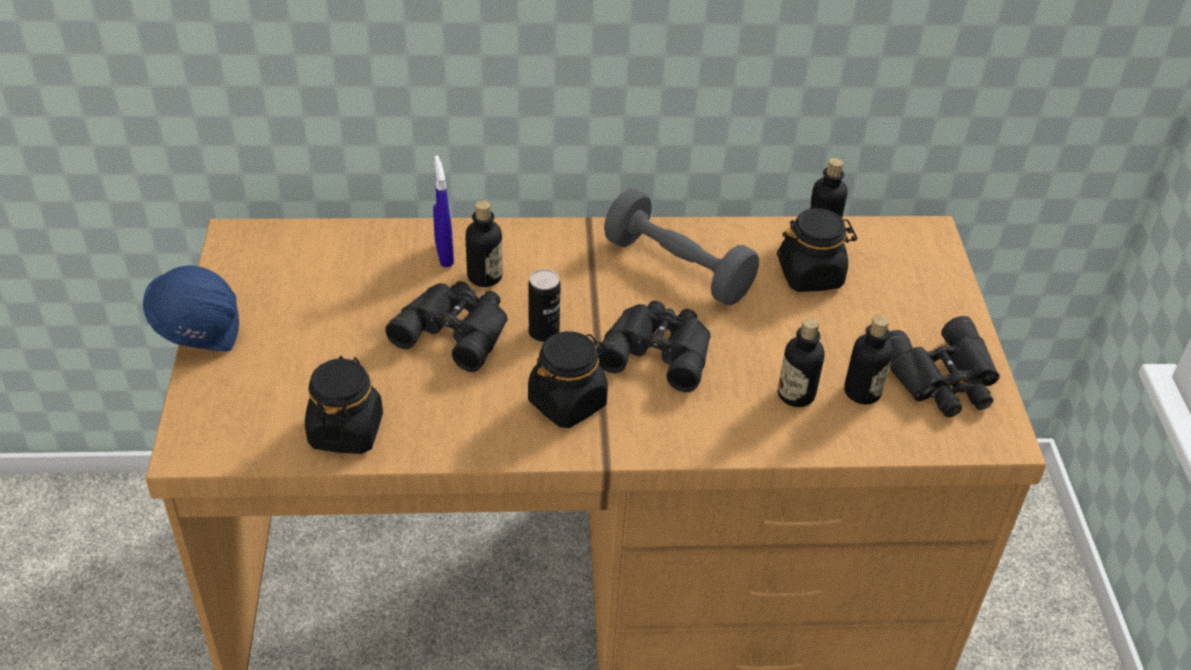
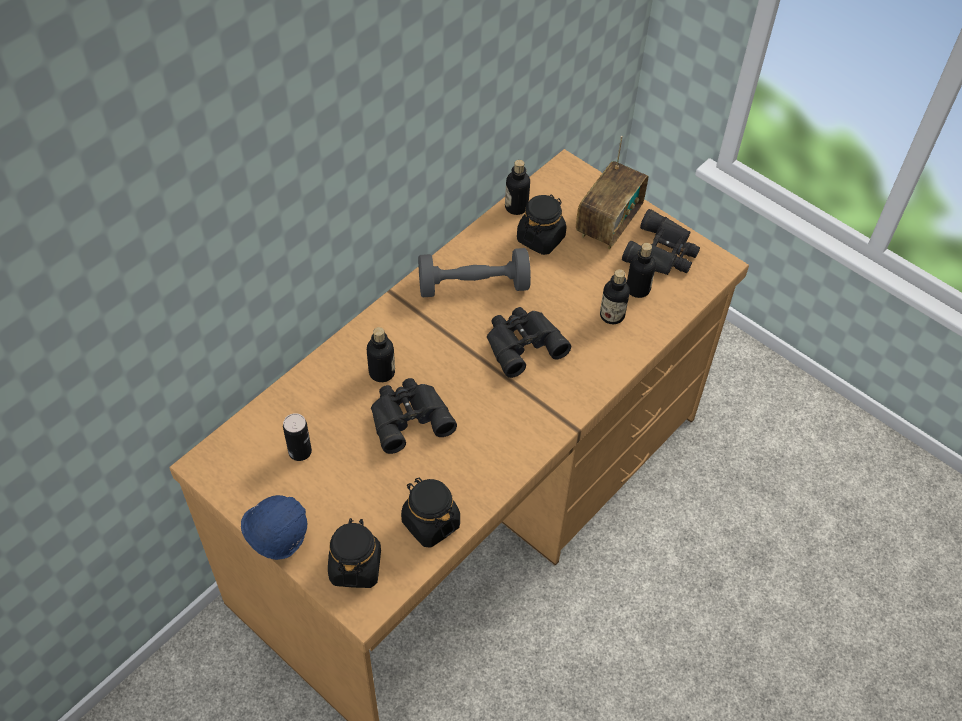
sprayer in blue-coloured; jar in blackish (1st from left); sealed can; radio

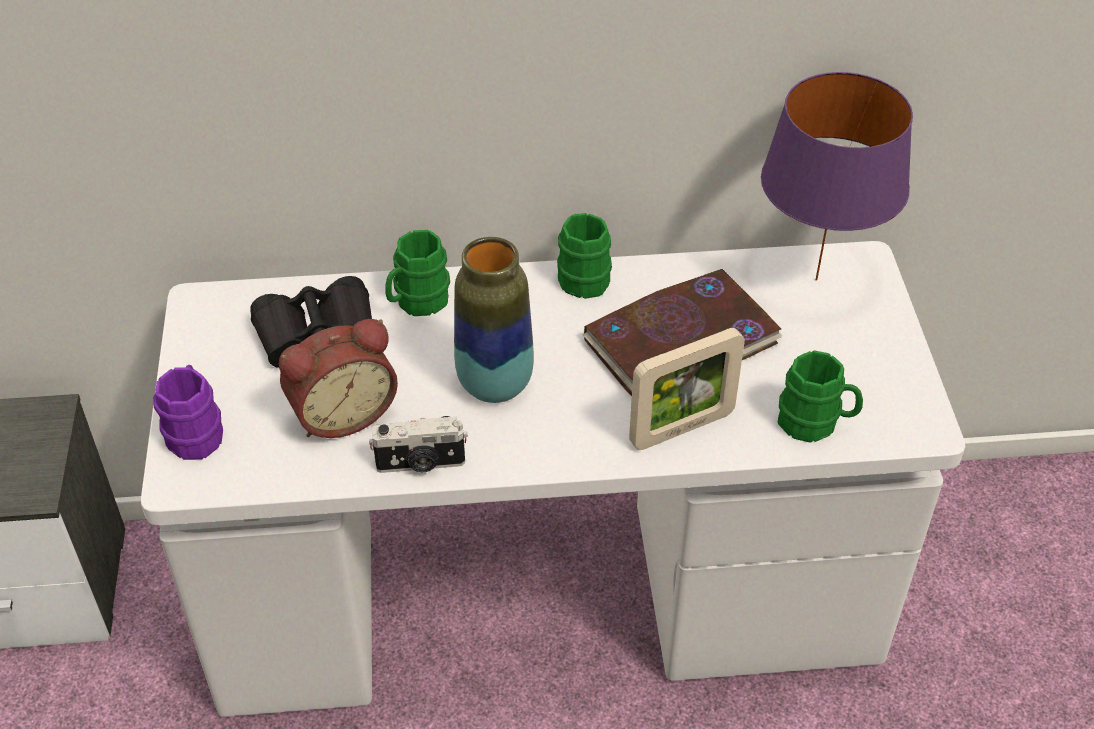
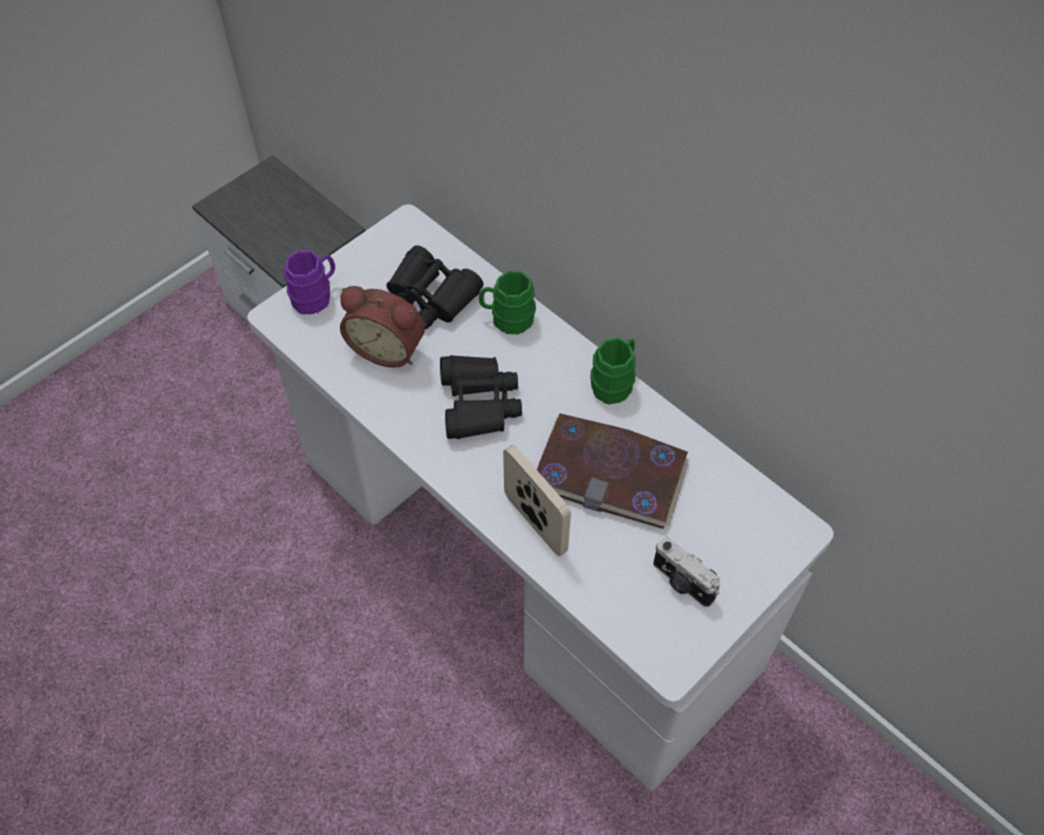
still camera; field glasses in blackish (2nd from left); photo frame; lamp for a table in purple; mug in green (3rd from left in the first image)

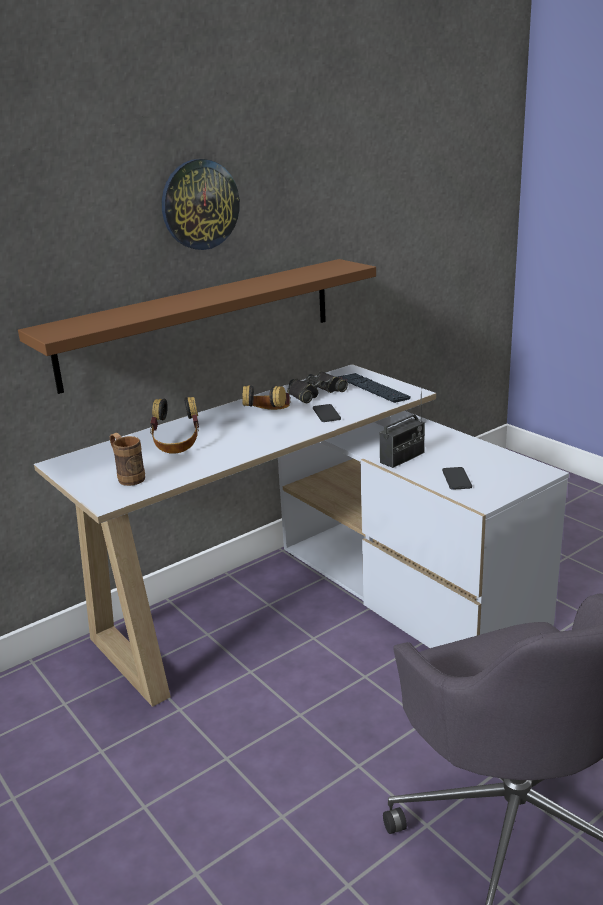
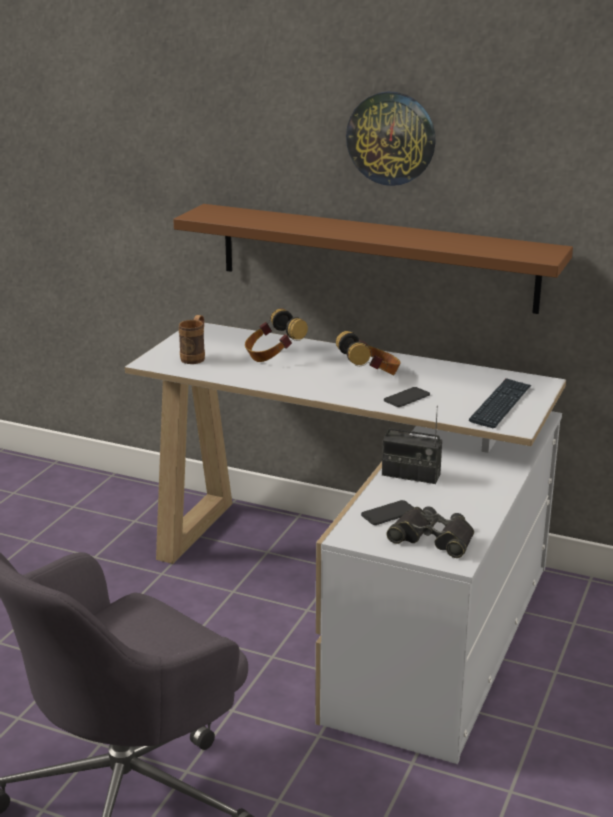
field glasses in blackish

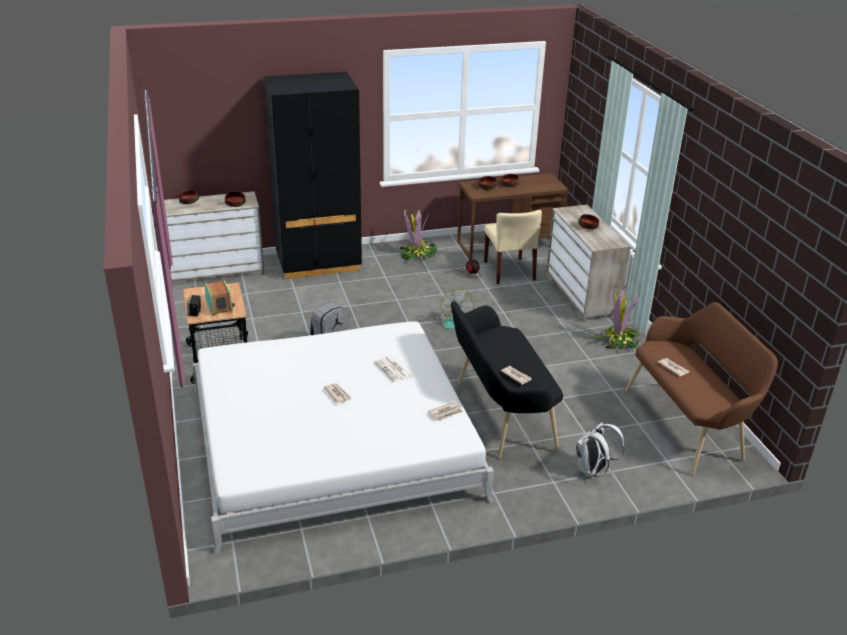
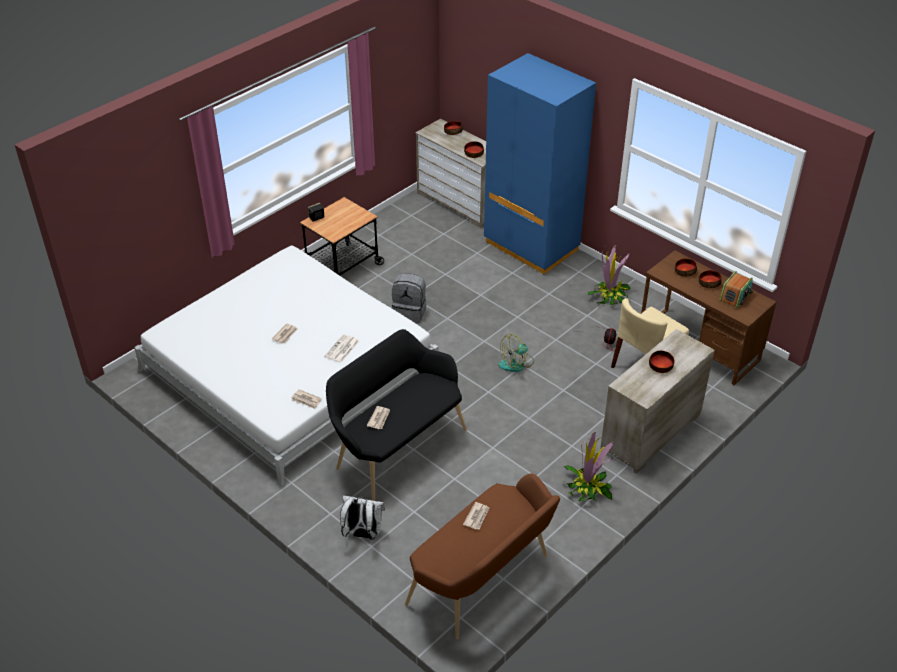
radio; clothes cupboard in blue-coloured

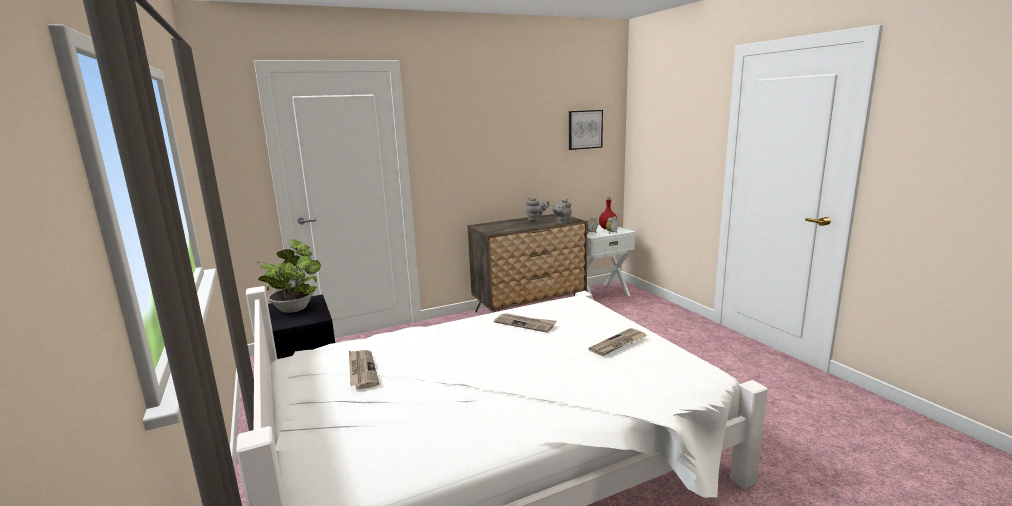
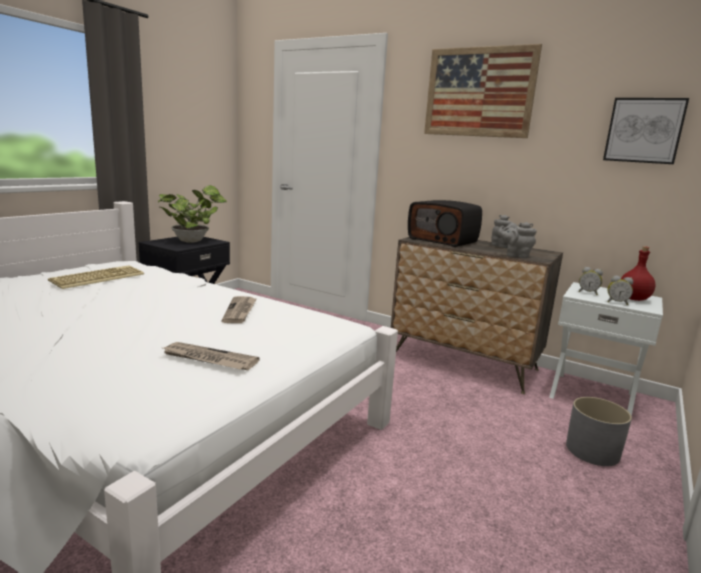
computer keyboard; radio; wall picture (1st from left); plant pot in grey

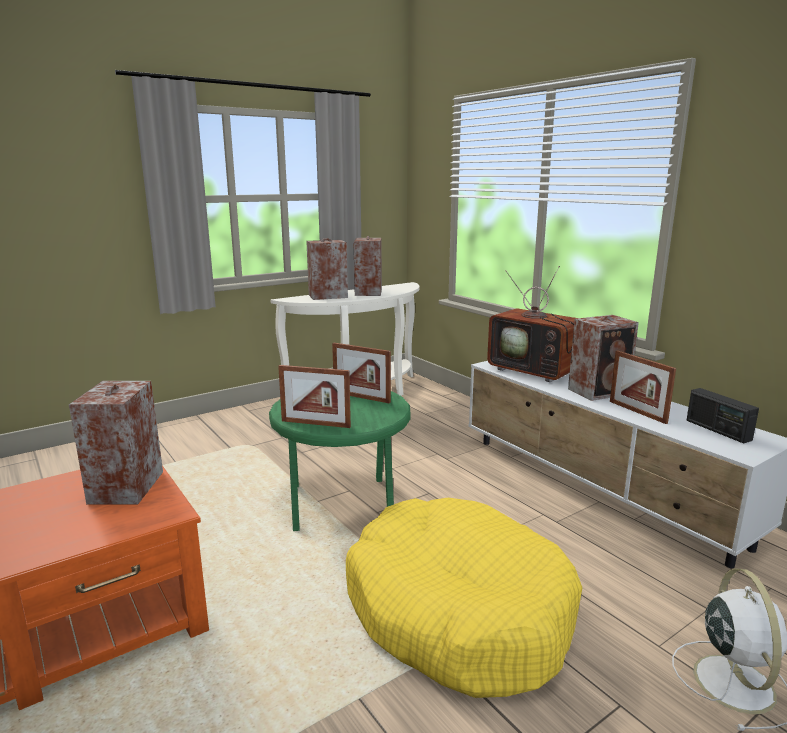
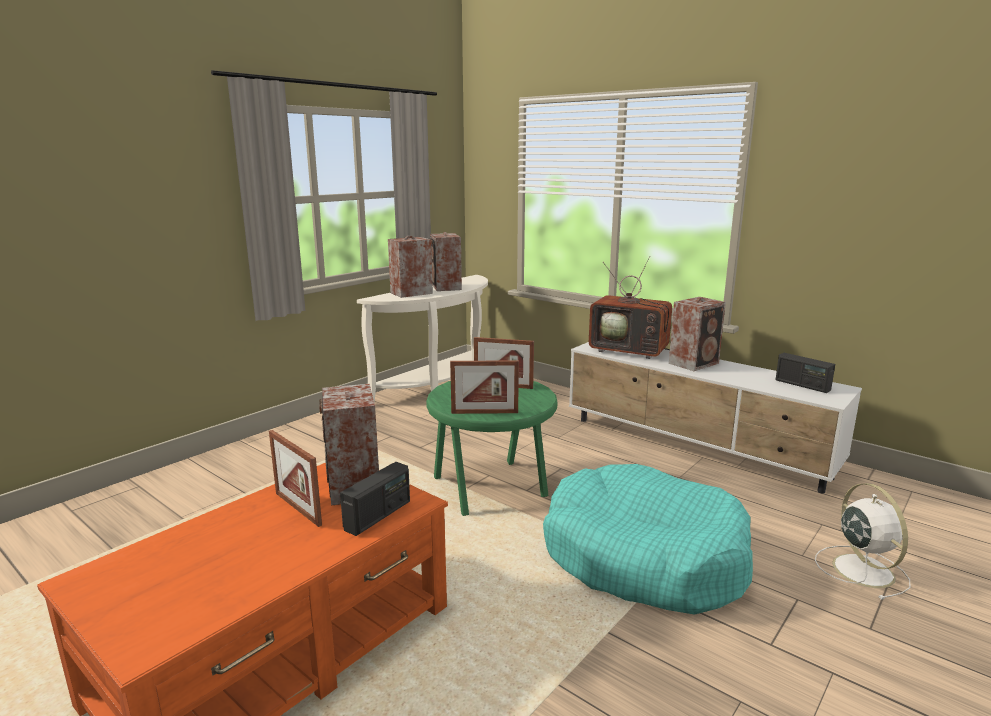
dog cushion in turquoise; photo frame (1st from left); radio (1st from left)

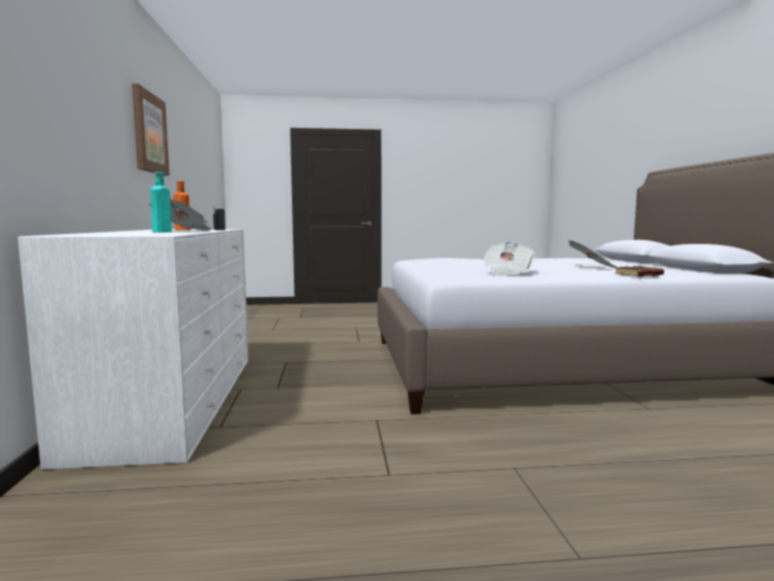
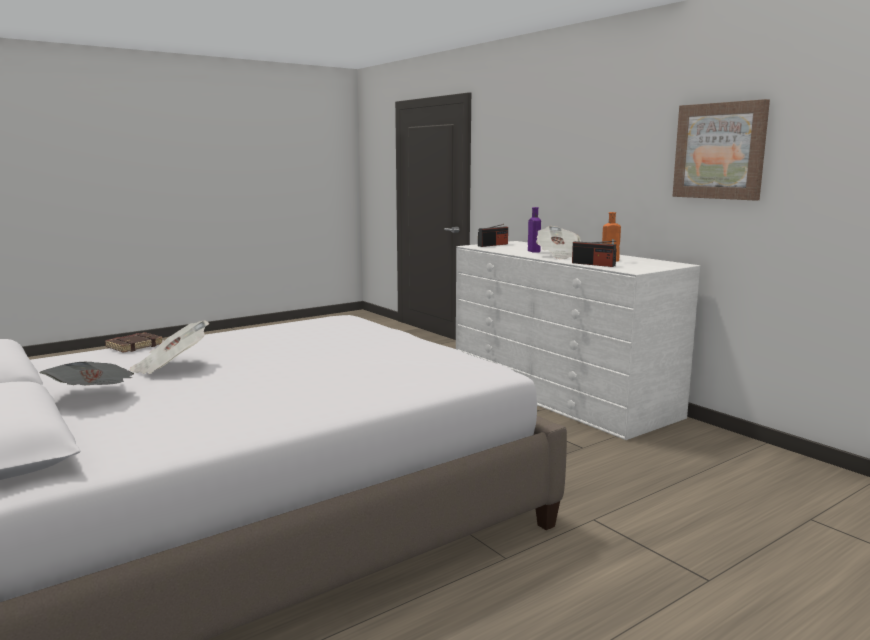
bottle in purple; newspaper (1st from left); radio (1st from left)

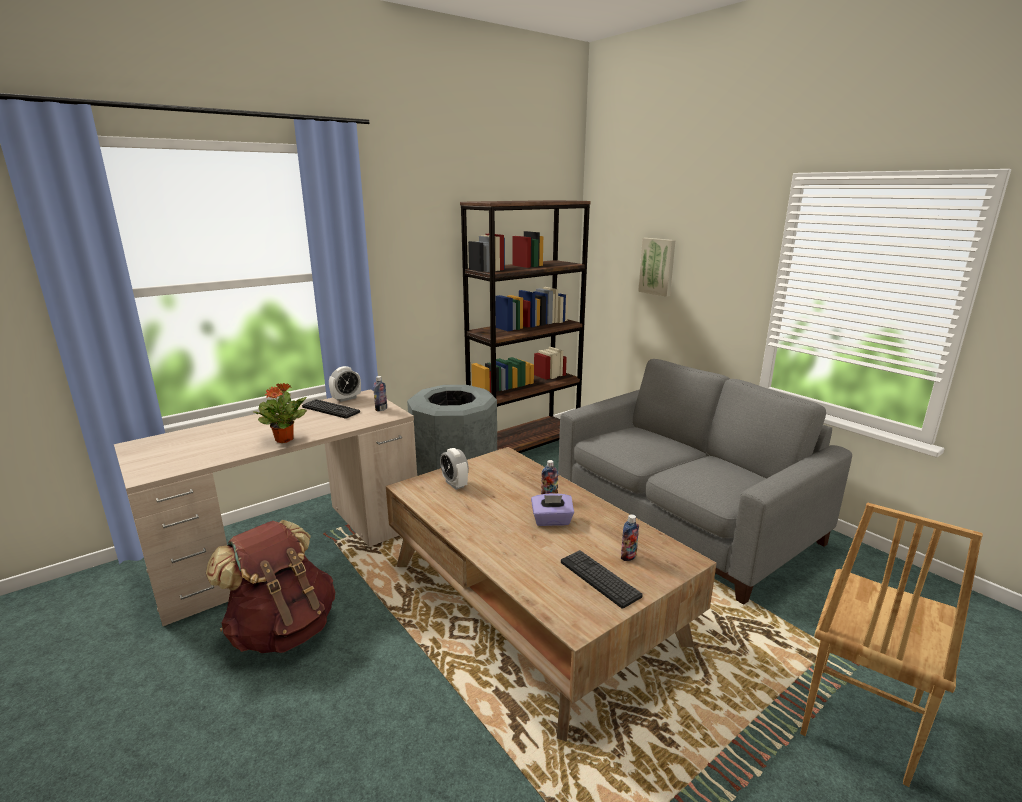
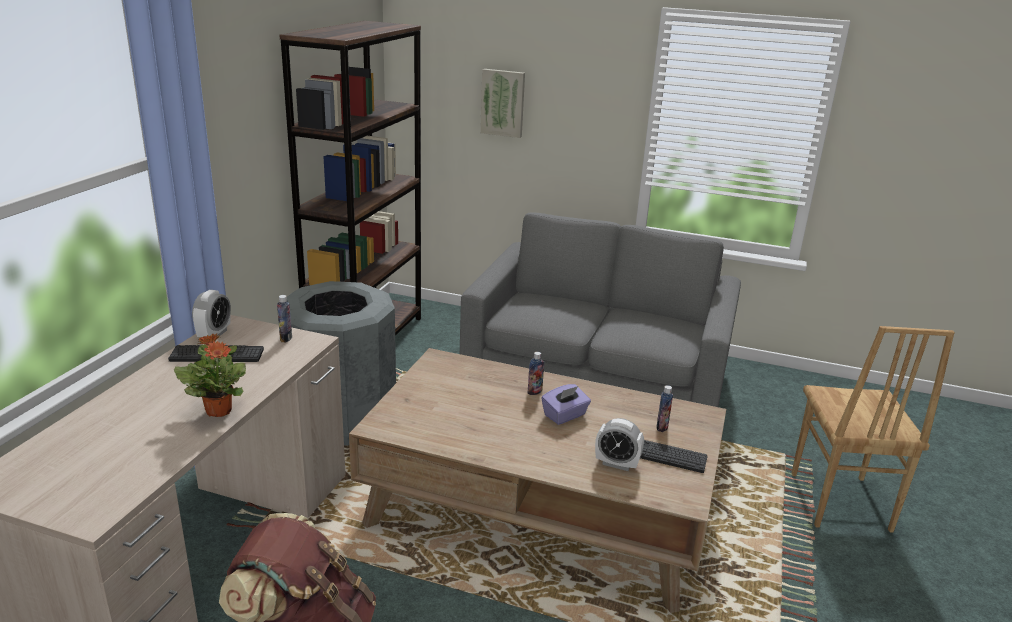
table clock (2nd from left)

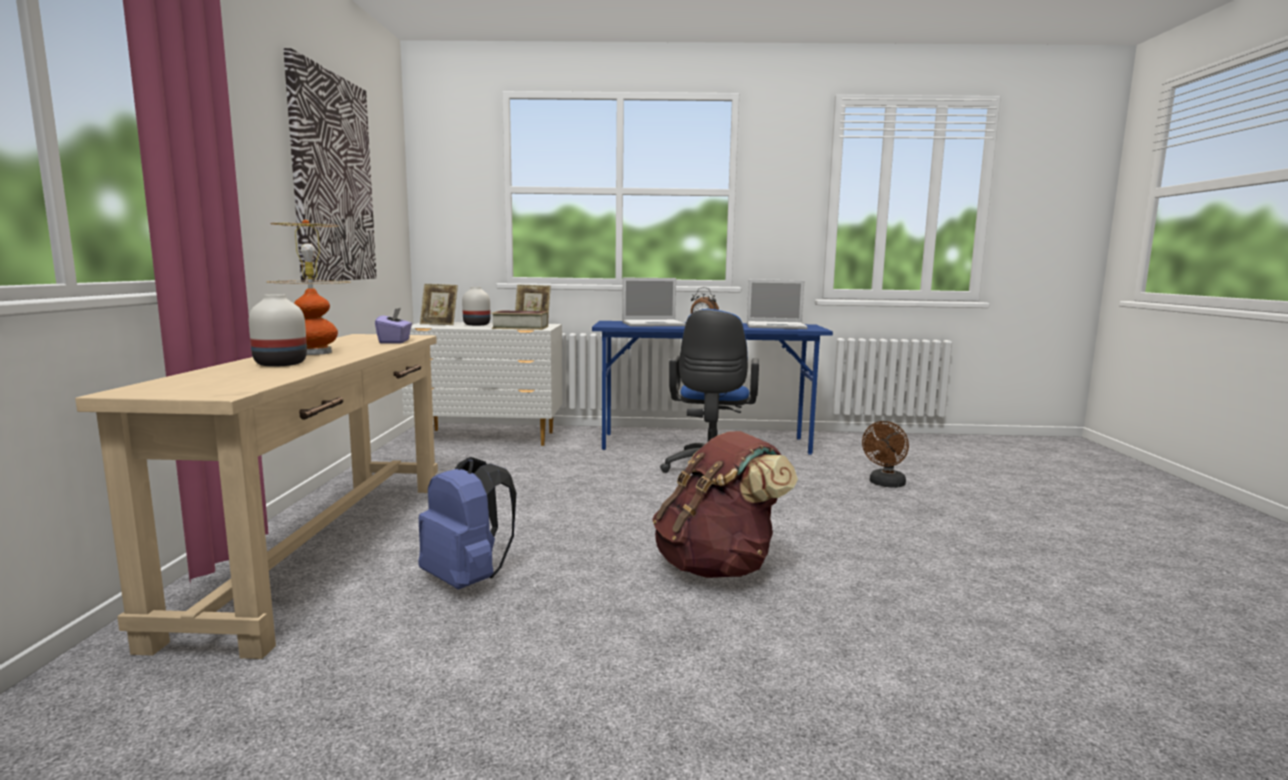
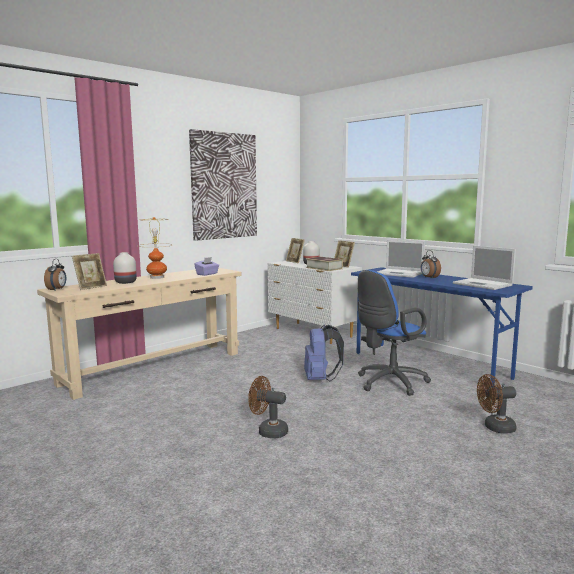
knapsack in blue-coloured; fan in brown (1st from left); table clock (1st from left); photo frame (1st from left)

